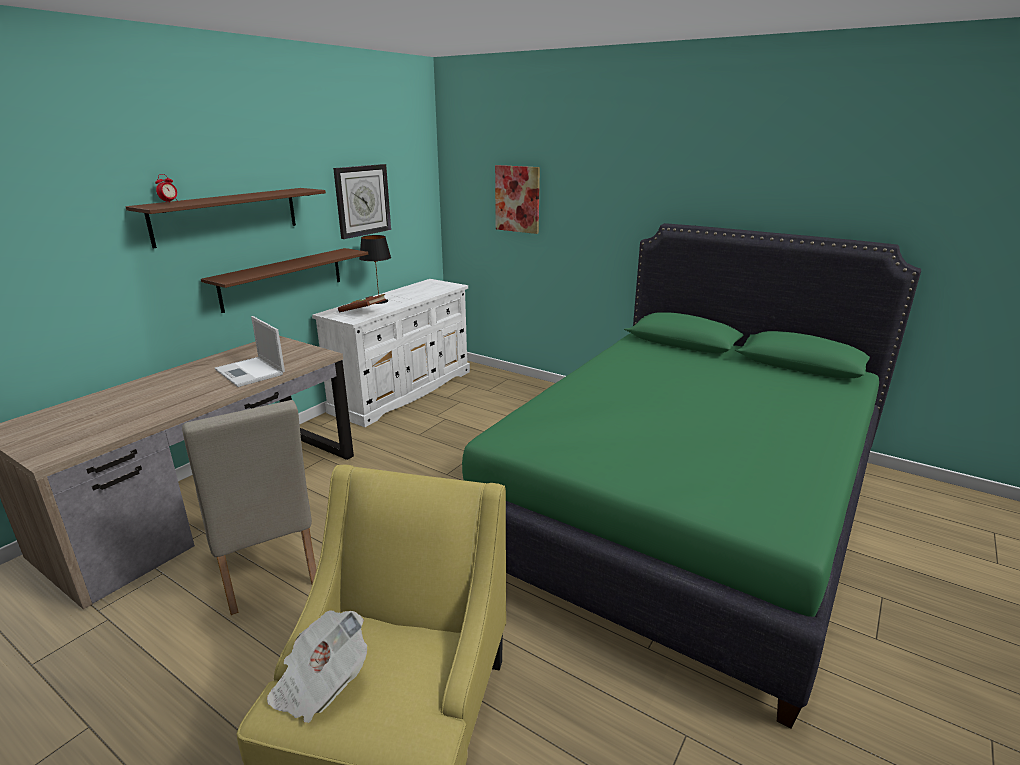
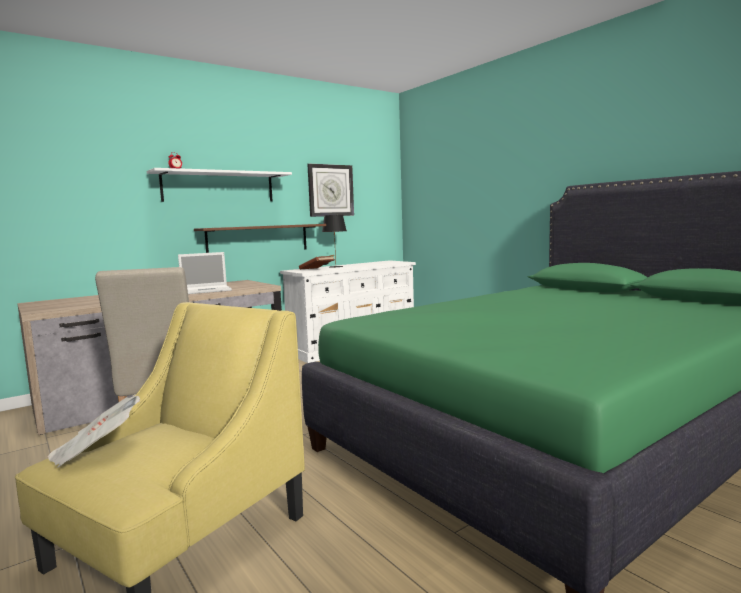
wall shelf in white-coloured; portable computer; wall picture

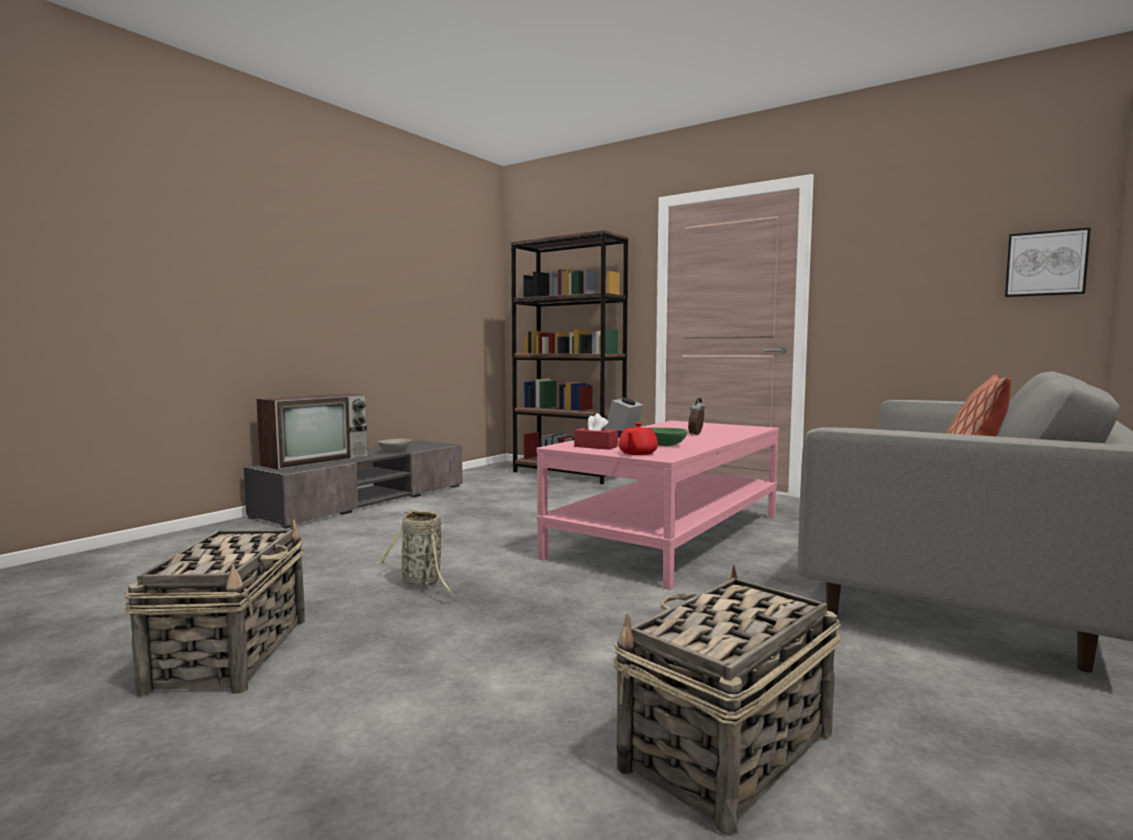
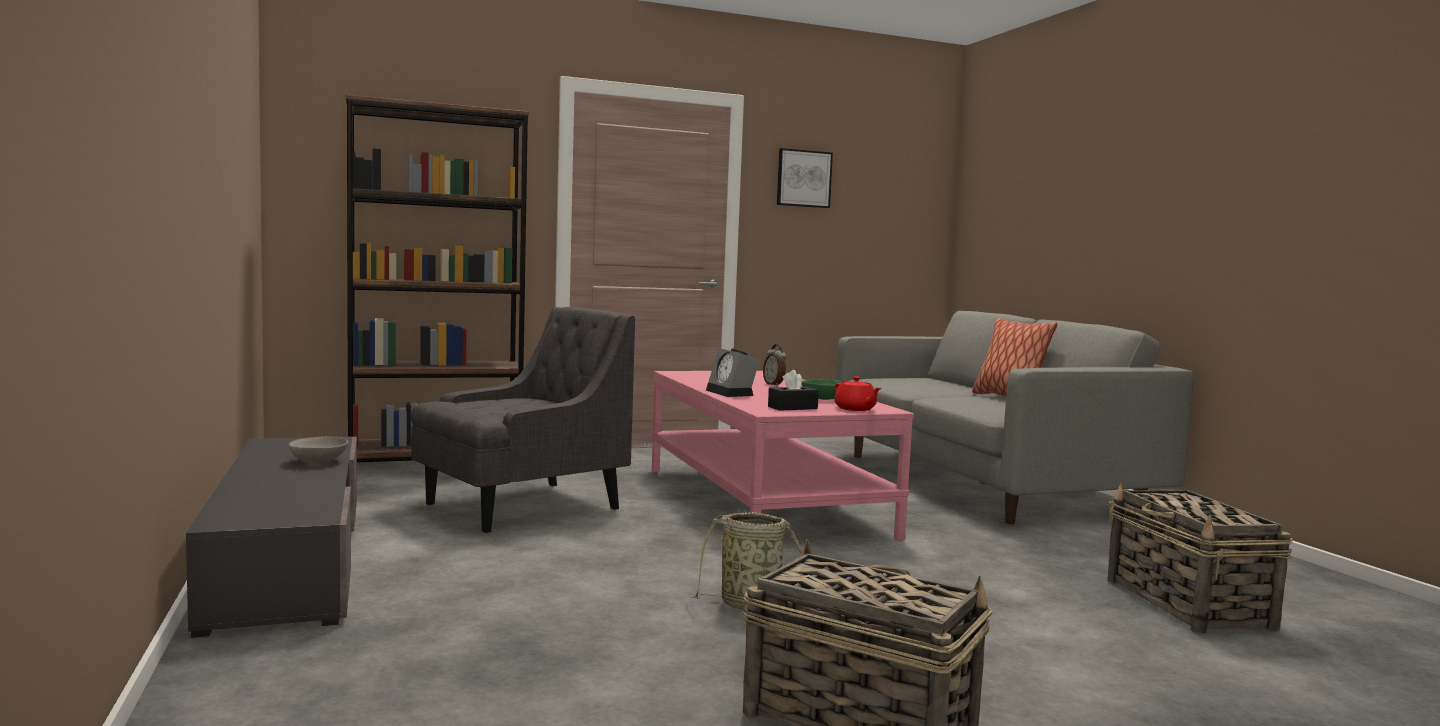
TV; tissue holder in blackish; wall picture; lounge chair in grey

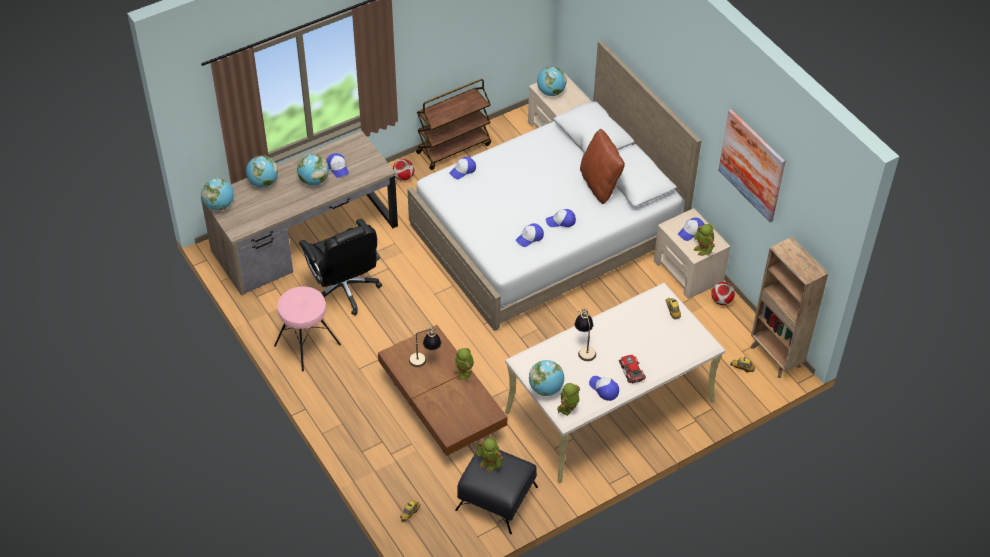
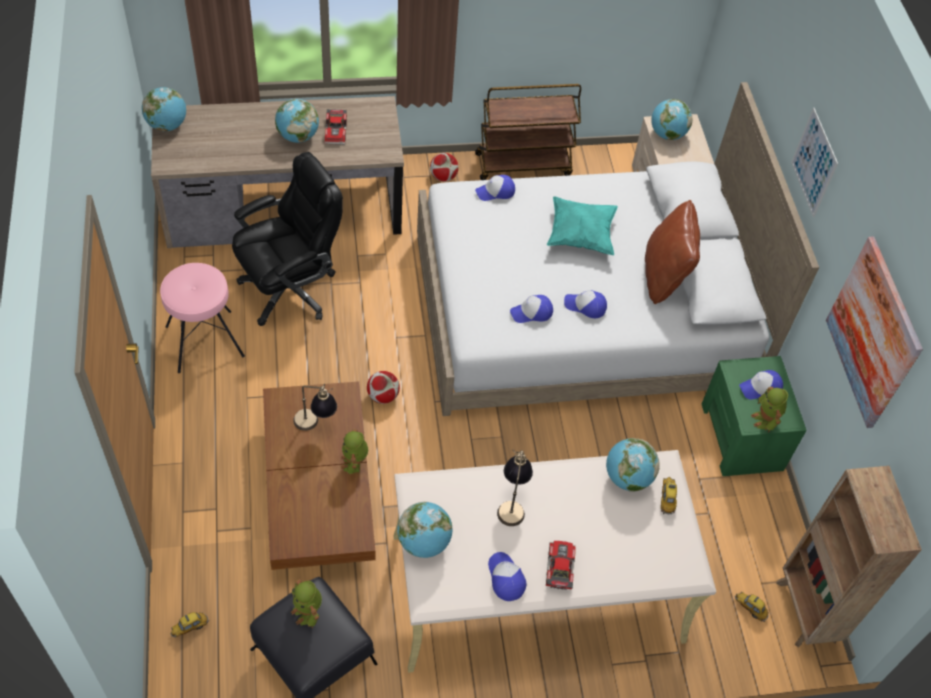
desk globe (4th from left); office chair in blackish; toy car (2nd from left); robot figure (3rd from left in the first image); night table in green; football (1st from left); pillow in turquoise; wall picture (1st from left)

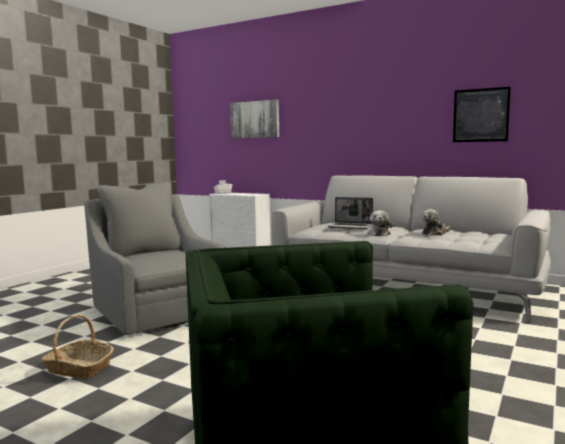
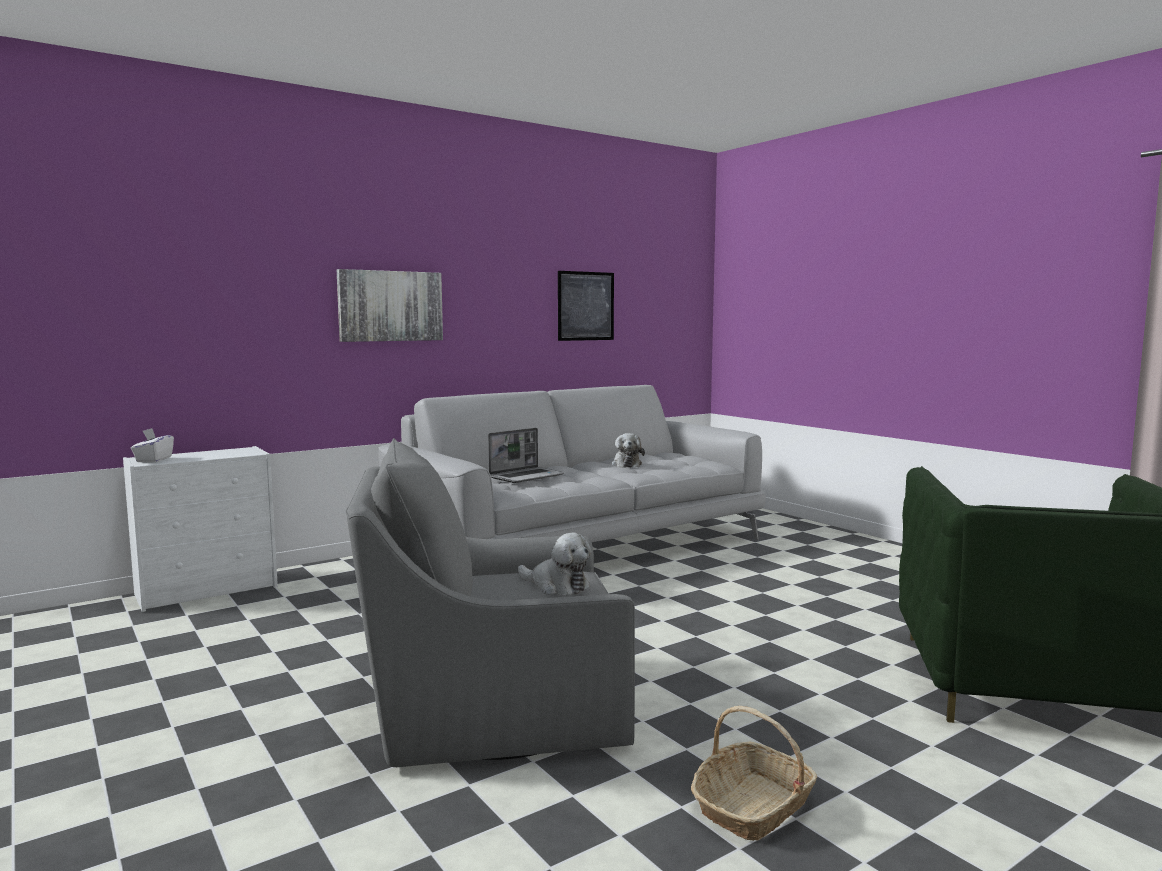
wall picture (1st from left); plush toy (1st from left)

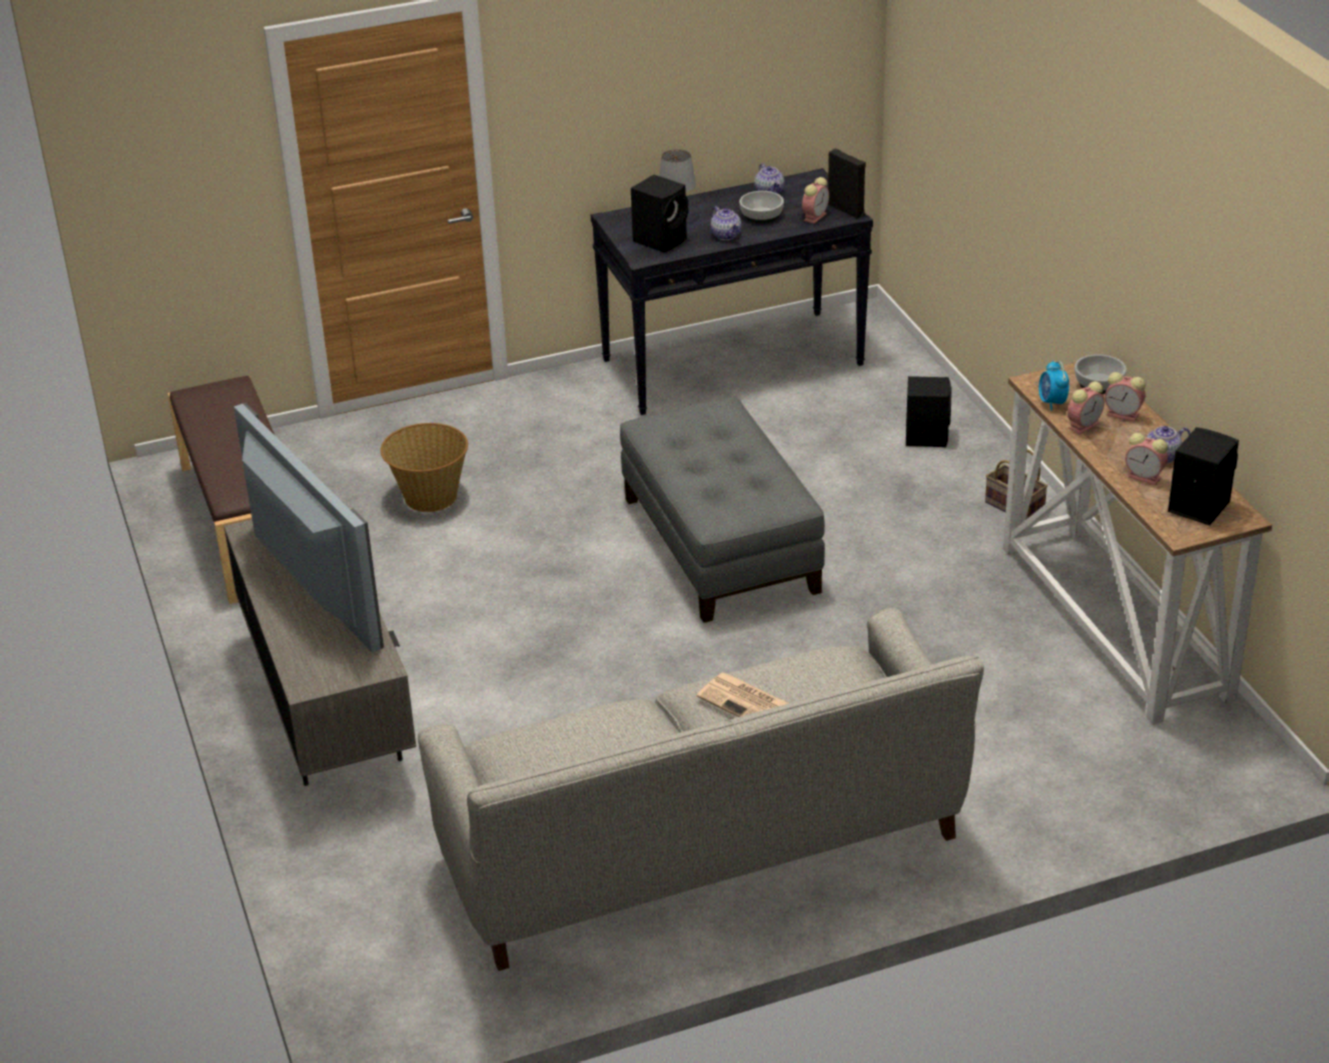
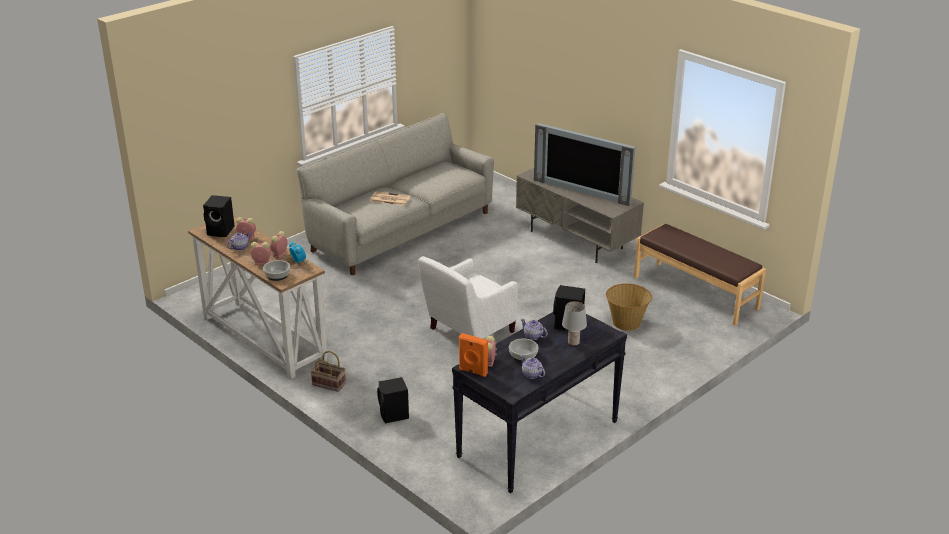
lounge chair in white-coloured; speaker in orange-coloured

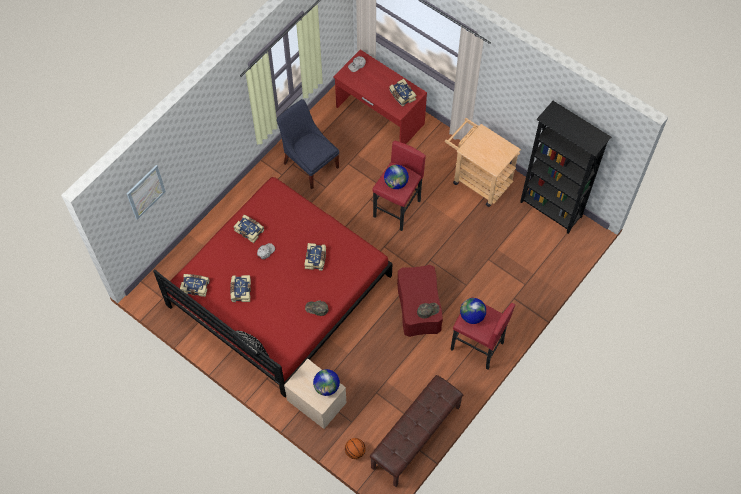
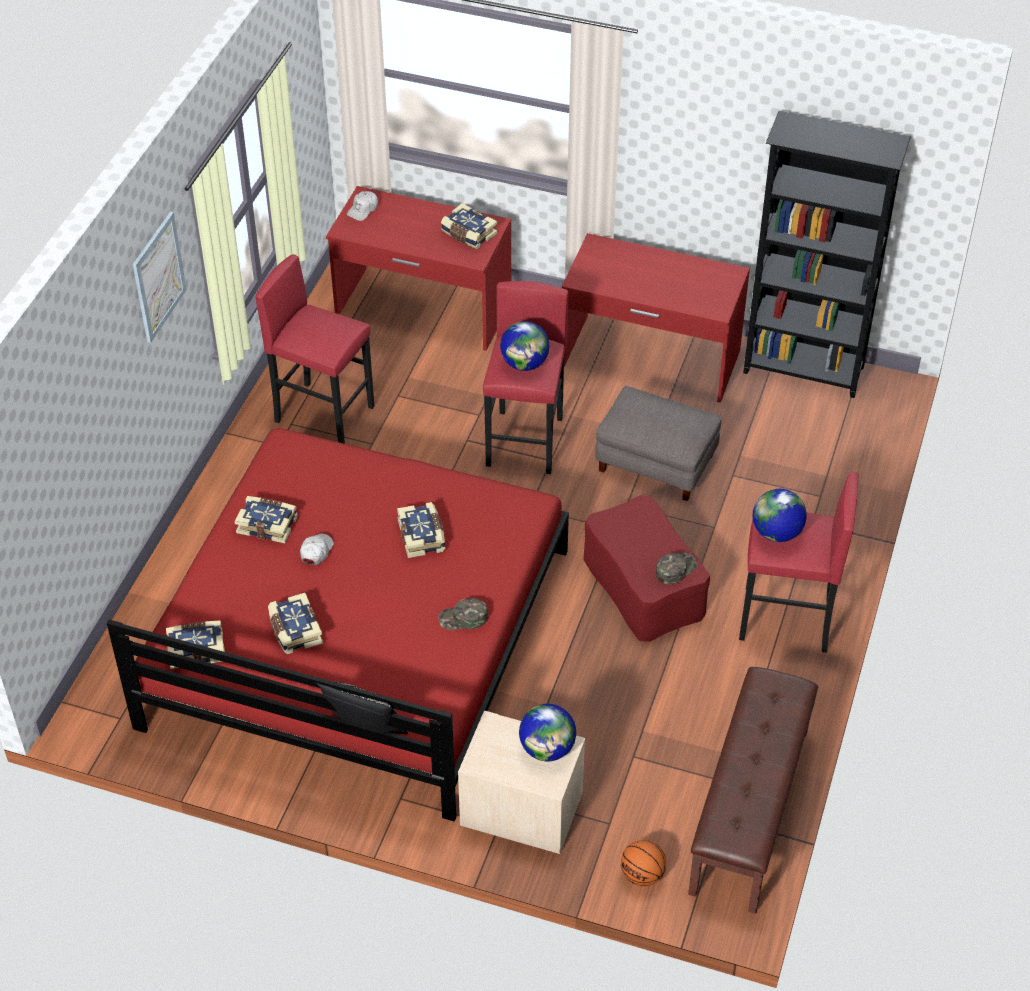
wall picture; stool seat in reddish (1st from left); desk unit in reddish (2nd from left); footrest in grey

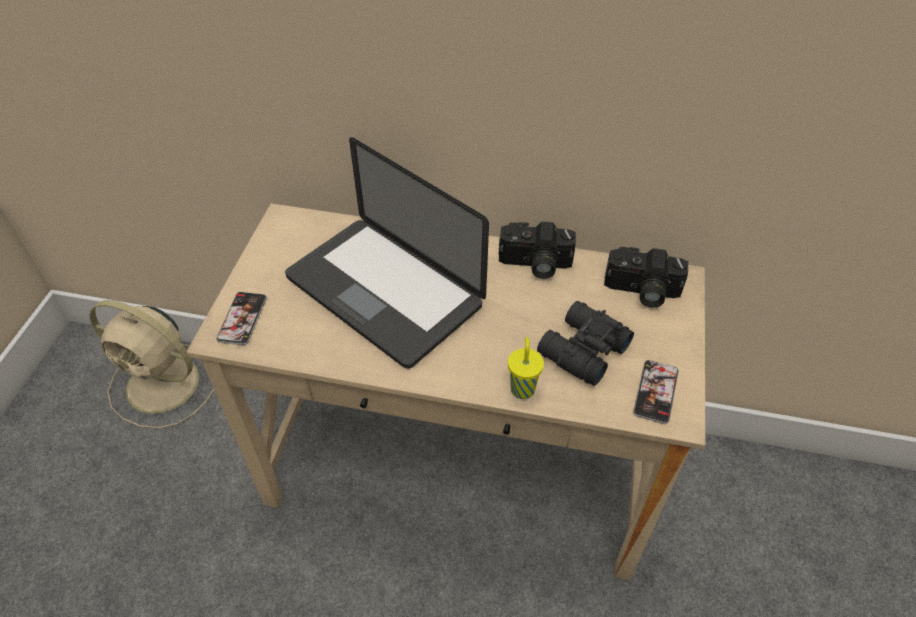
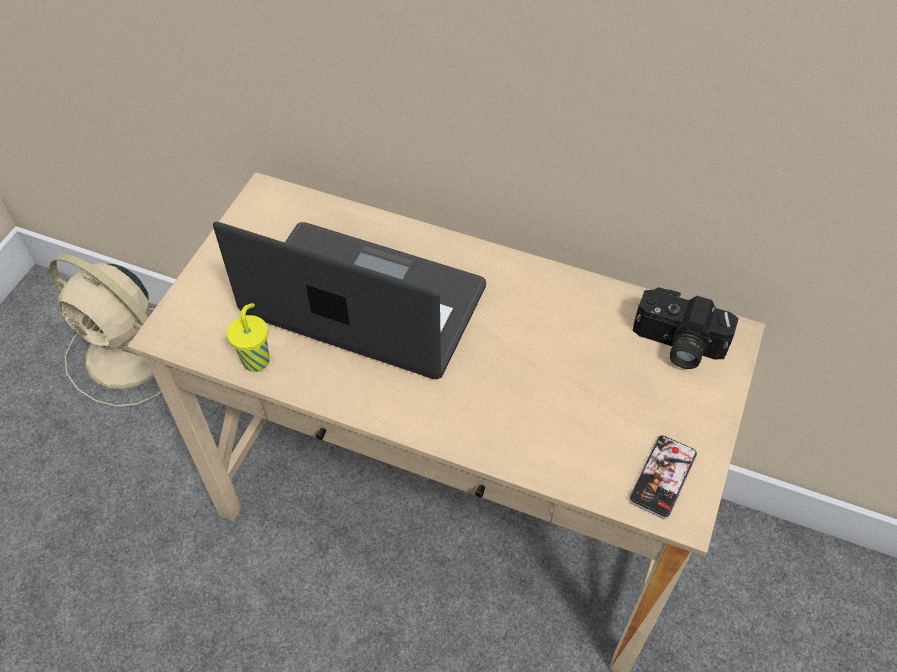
telephone (1st from left in the first image); portable computer; still camera (1st from left in the first image); small cup in yellowish; field glasses in blackish

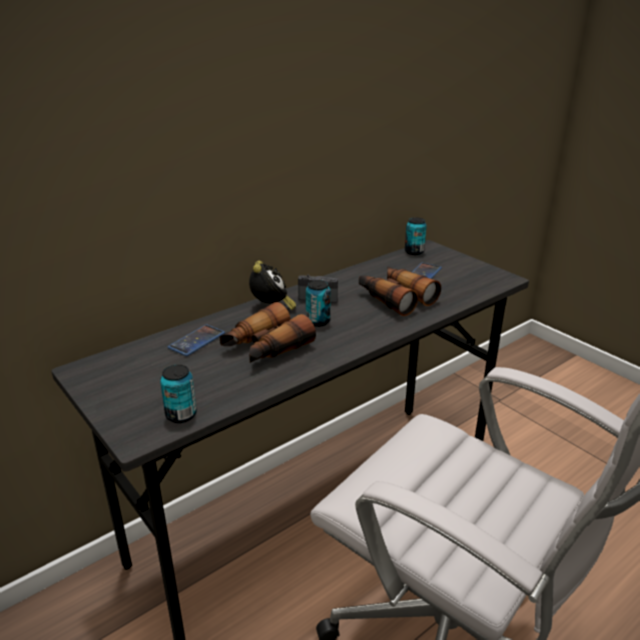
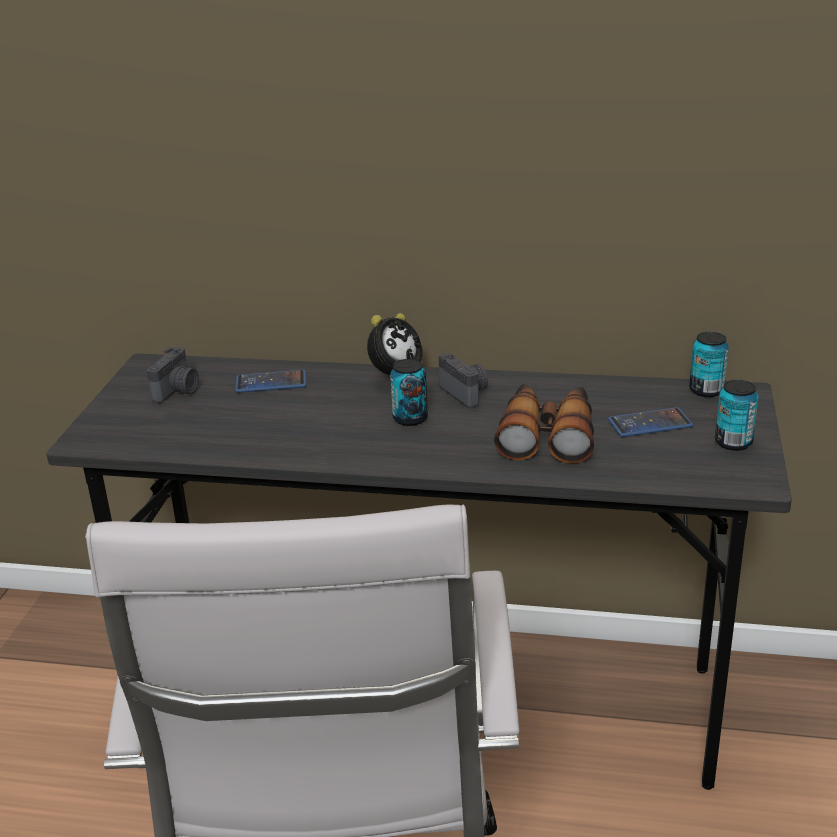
sealed can (3rd from left); field glasses (1st from left in the first image); still camera (1st from left)

